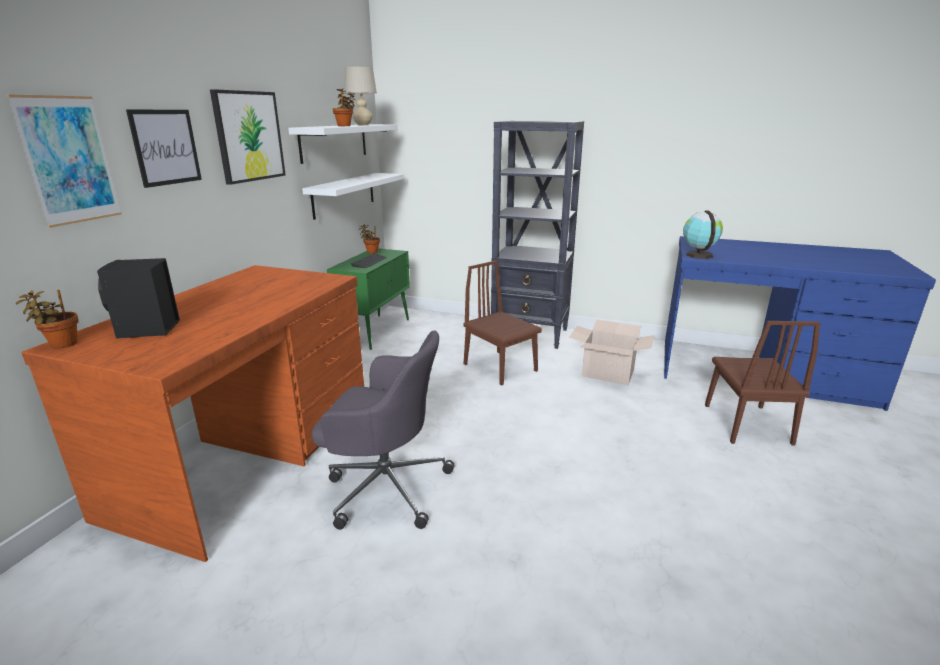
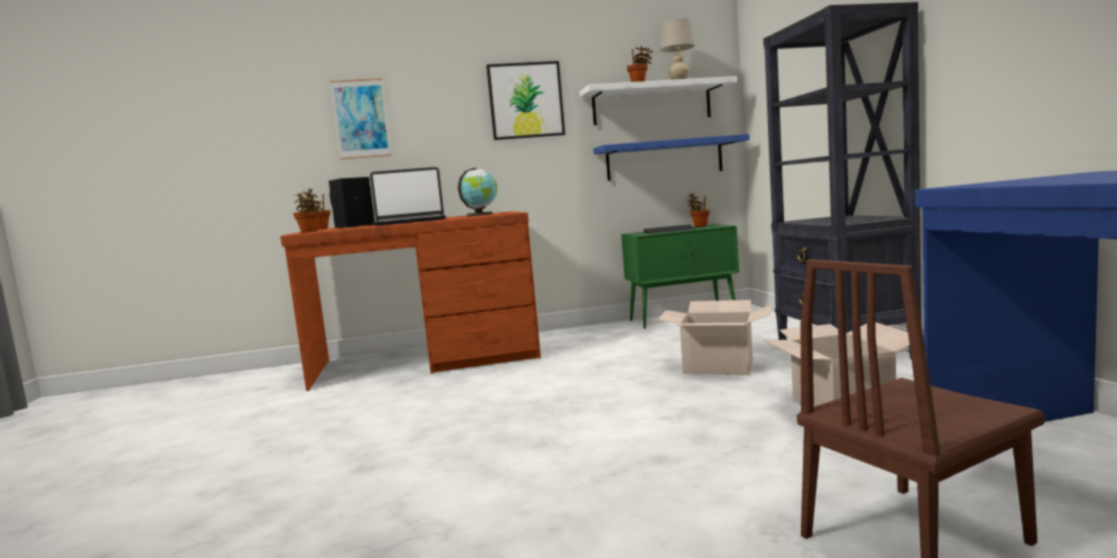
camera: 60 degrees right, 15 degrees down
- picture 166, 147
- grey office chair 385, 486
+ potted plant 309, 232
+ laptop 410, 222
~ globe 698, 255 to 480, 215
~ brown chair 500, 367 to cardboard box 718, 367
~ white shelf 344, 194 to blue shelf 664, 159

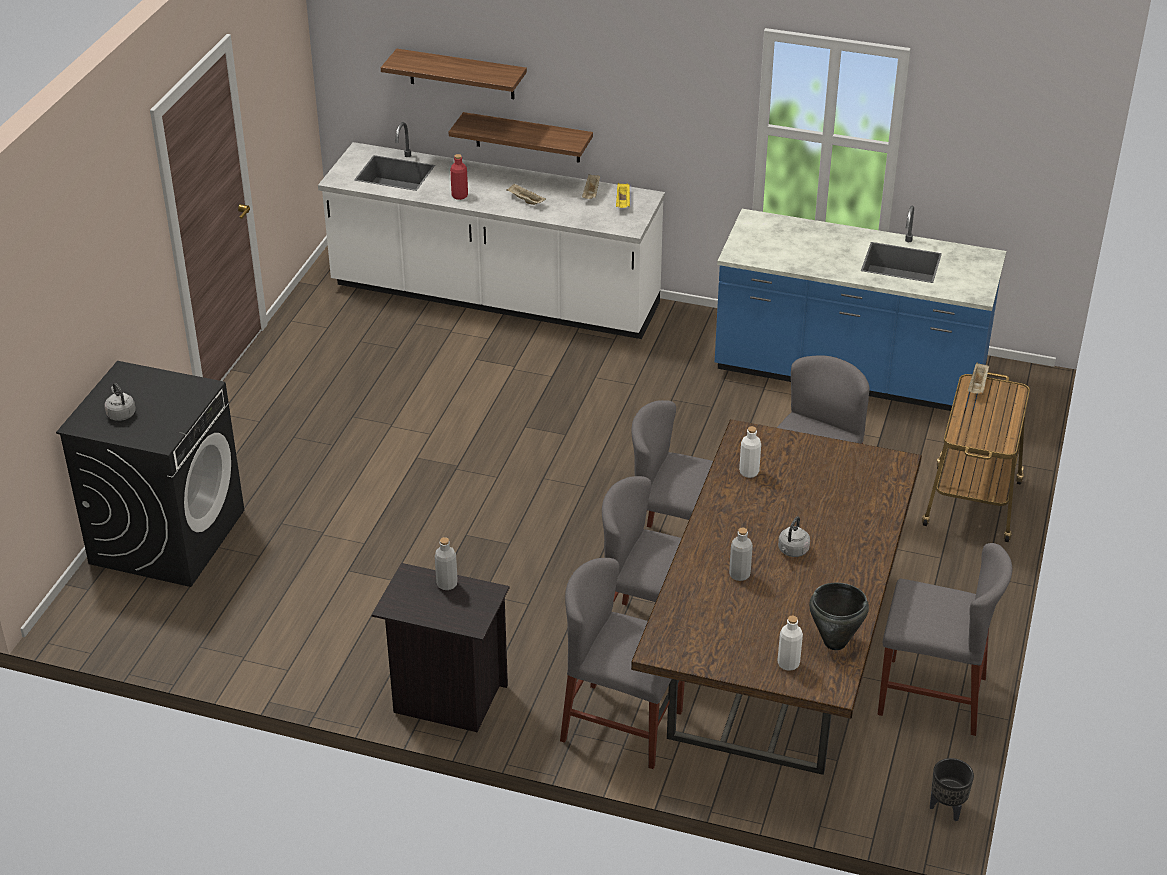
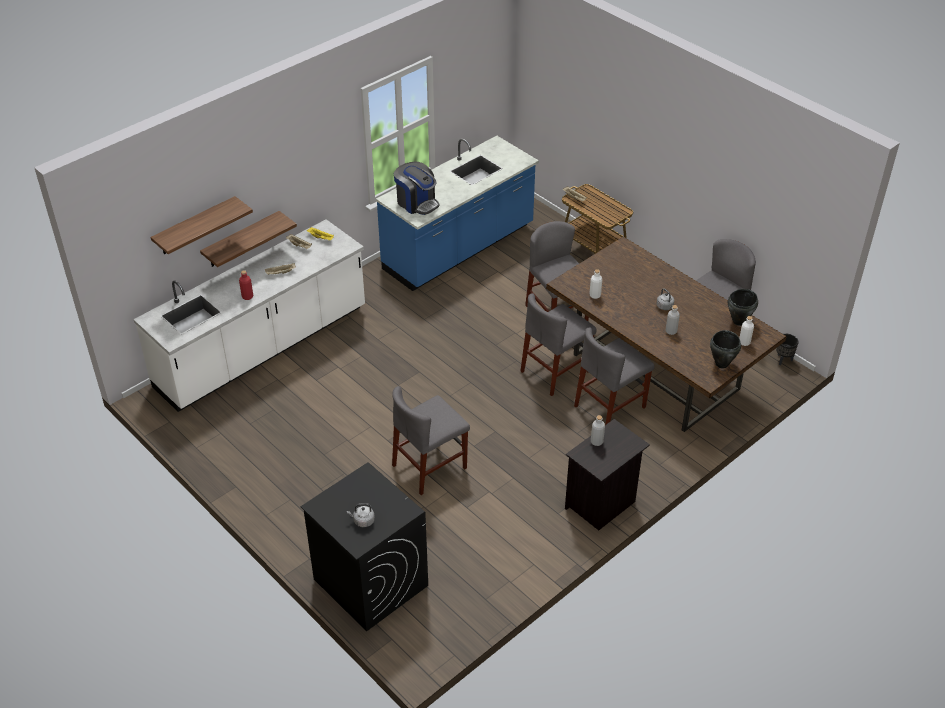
camera: 60 degrees left, 5 degrees up
+ coffee machine 417, 203
+ black cooking pot 721, 364
~ grey chair 622, 726 to 429, 466

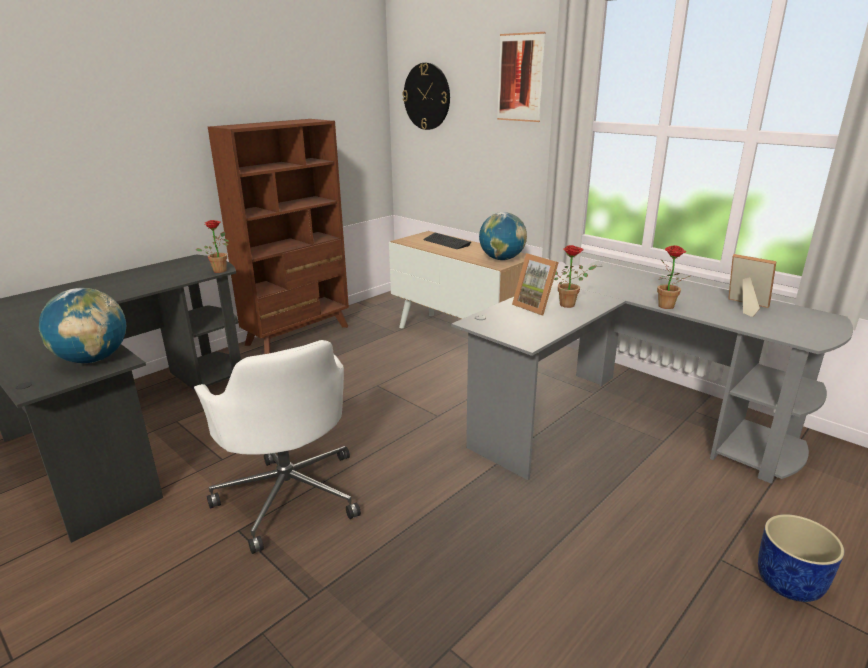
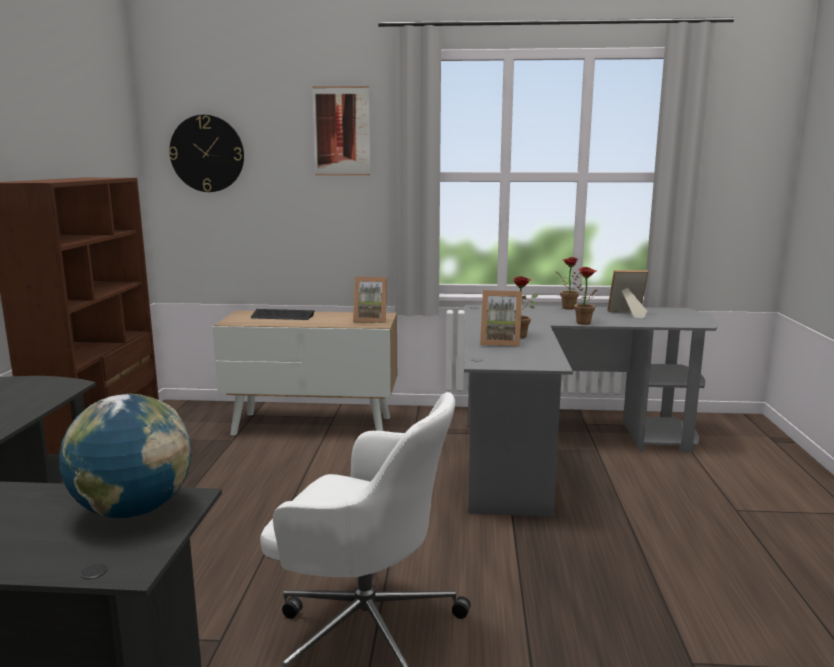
camera: 40 degrees left, 10 degrees down
- blue planter 788, 583
~ potted plant 220, 270 to 566, 307
~ globe 501, 259 to picture frame 371, 320

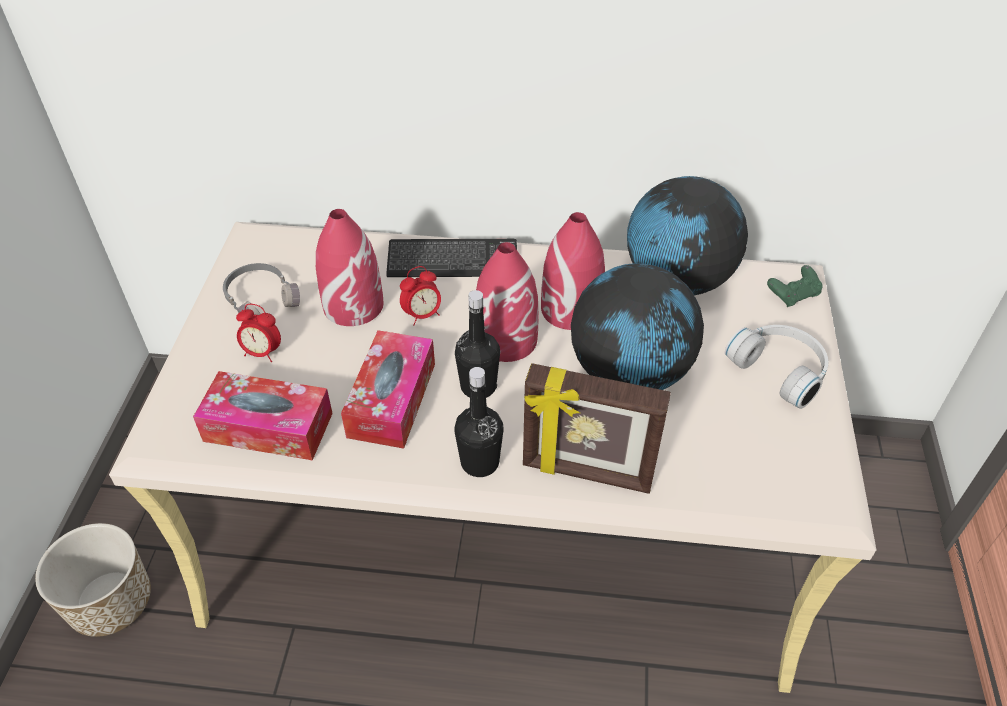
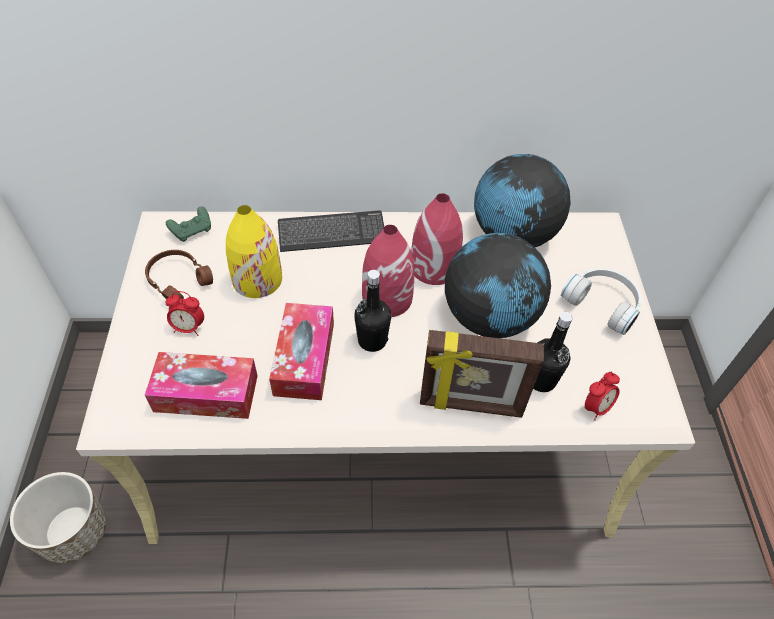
camera: 10 degrees left, 5 degrees up
~ alarm clock 422, 315 to 596, 407
~ black bottle 480, 462 to 541, 380
~ green game controller 793, 295 to 192, 231
~ grey headphones 261, 299 to brown headphones 178, 280
~ red vase 353, 305 to yellow vase 257, 279

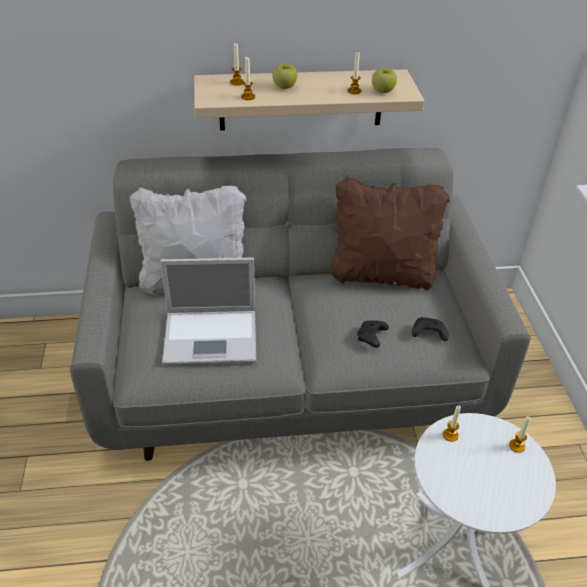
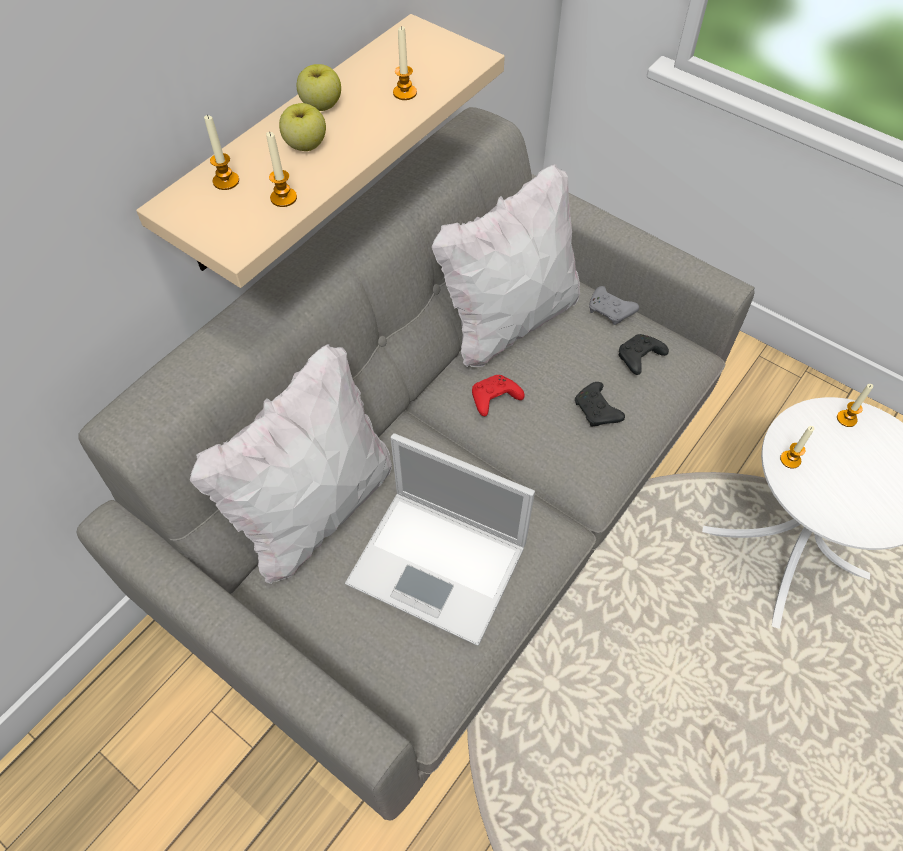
camera: 45 degrees left, 15 degrees up
+ red game controller 494, 400
+ grey game controller 610, 311
~ apple 382, 91 to 321, 105
~ brown pillow 381, 275 to white pillow 509, 322
~ laptop 212, 336 = 440, 565 75 degrees clockwise

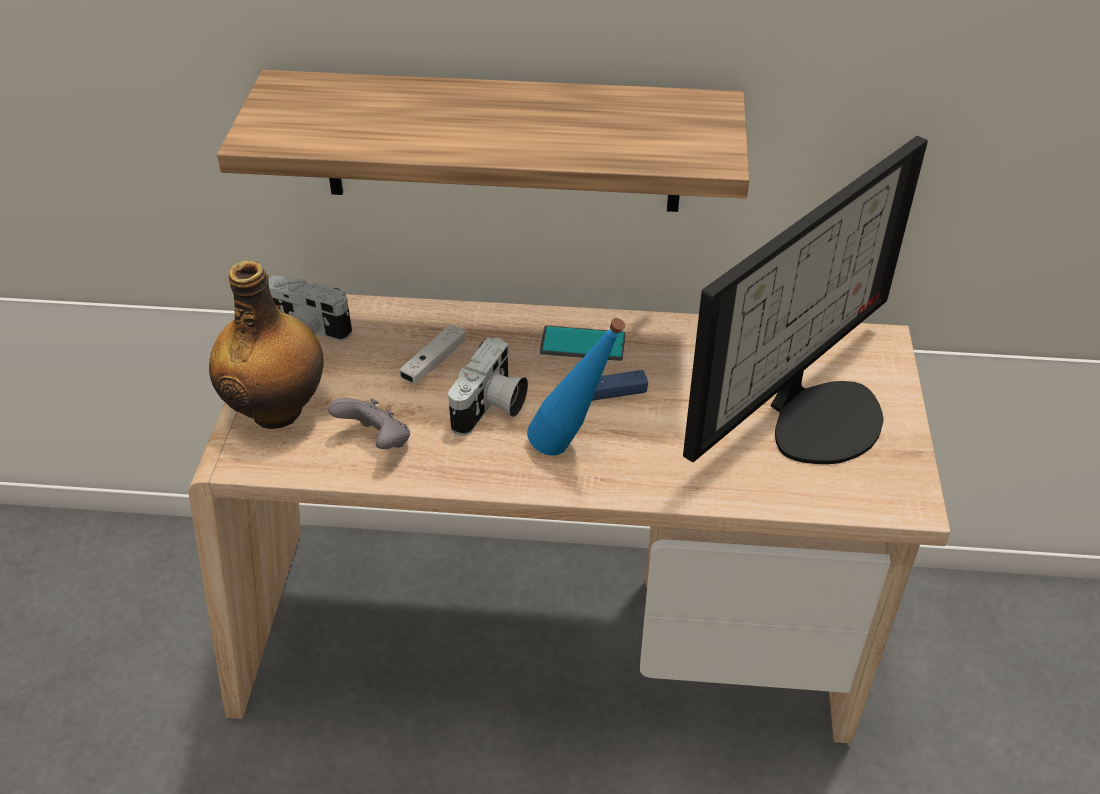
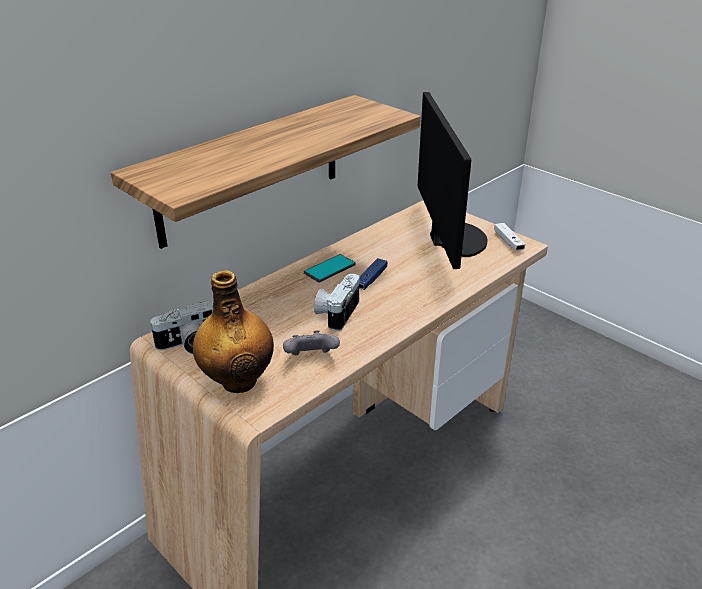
camera: 50 degrees left, 10 degrees down
- blue bottle 572, 449
~ white game controller 434, 362 to 508, 242
~ photo camera 491, 408 = 336, 313 135 degrees counterclockwise

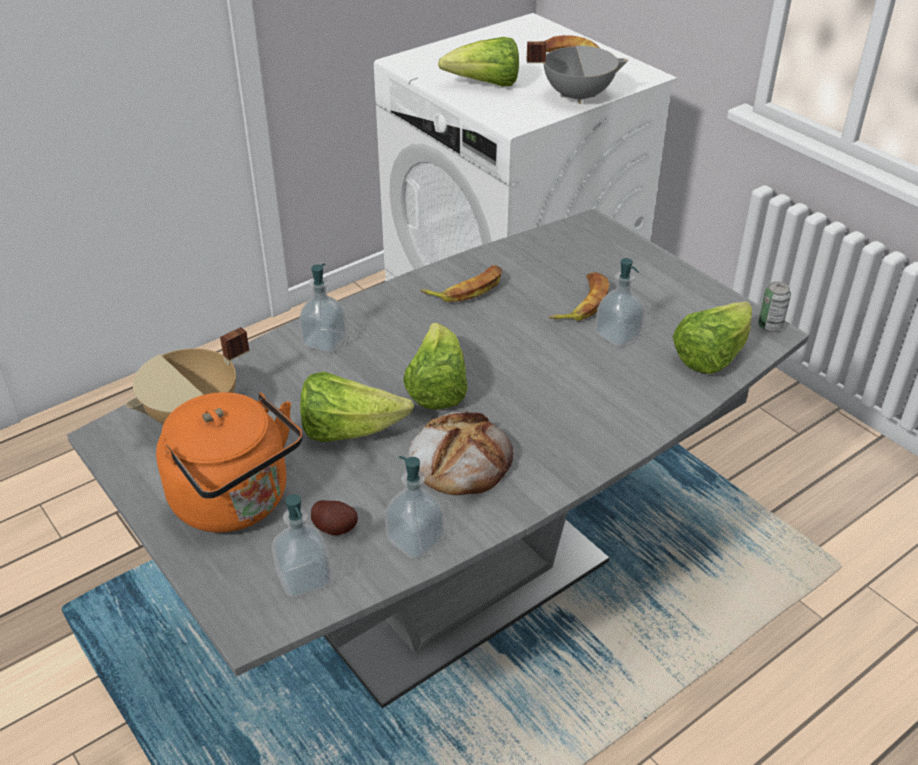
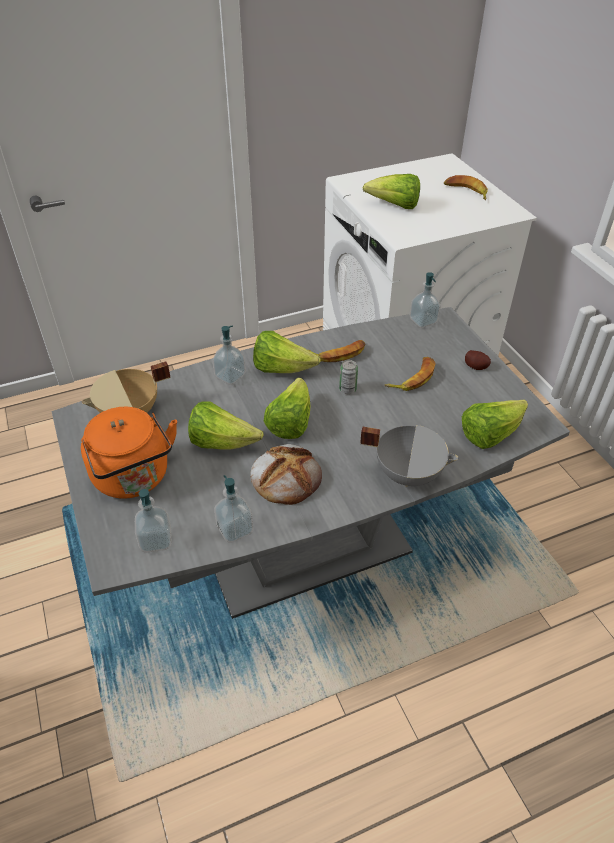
camera: 15 degrees right, 5 degrees up
+ lettuce 282, 369
~ potato 335, 527 to 476, 366
~ grey cooking pot 577, 96 to 408, 473
~ soap dispenser 617, 335 to 423, 321
~ can 770, 326 to 347, 389

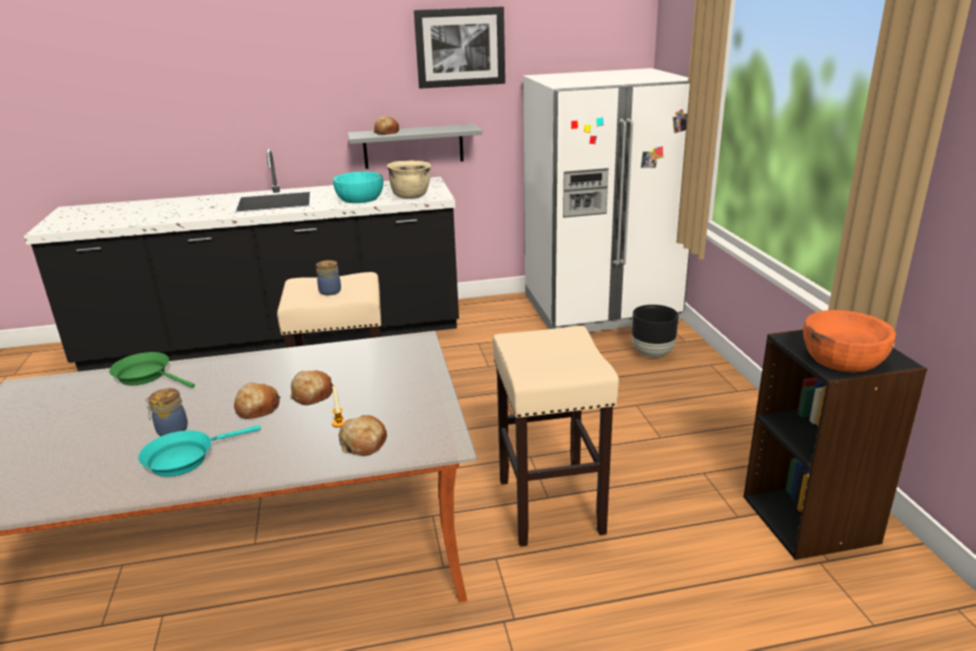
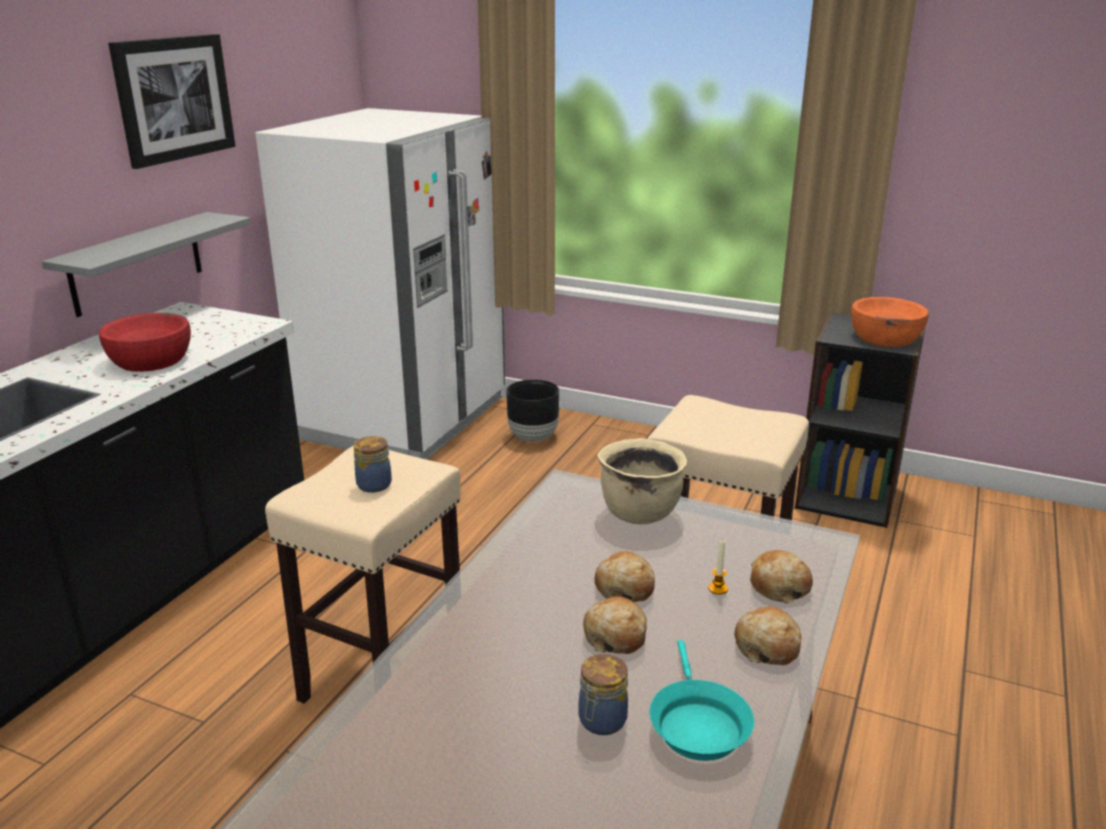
camera: 55 degrees left, 0 degrees up
- green frying pan 146, 376
~ bread 386, 132 to 767, 646
~ beige cooking pot 411, 196 to 639, 512
~ turquoise bowl 360, 198 to red bowl 150, 360

